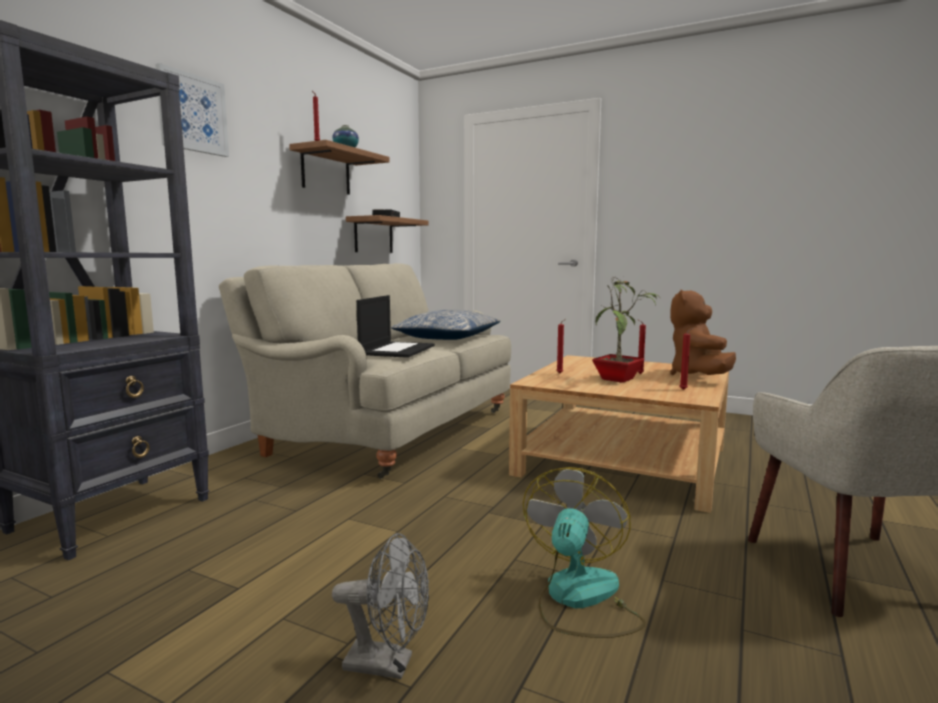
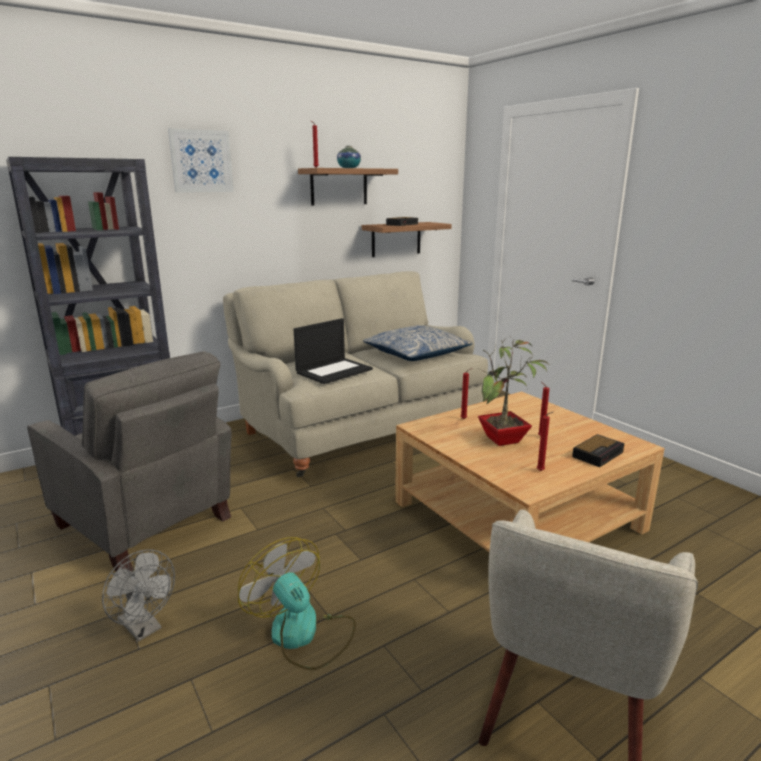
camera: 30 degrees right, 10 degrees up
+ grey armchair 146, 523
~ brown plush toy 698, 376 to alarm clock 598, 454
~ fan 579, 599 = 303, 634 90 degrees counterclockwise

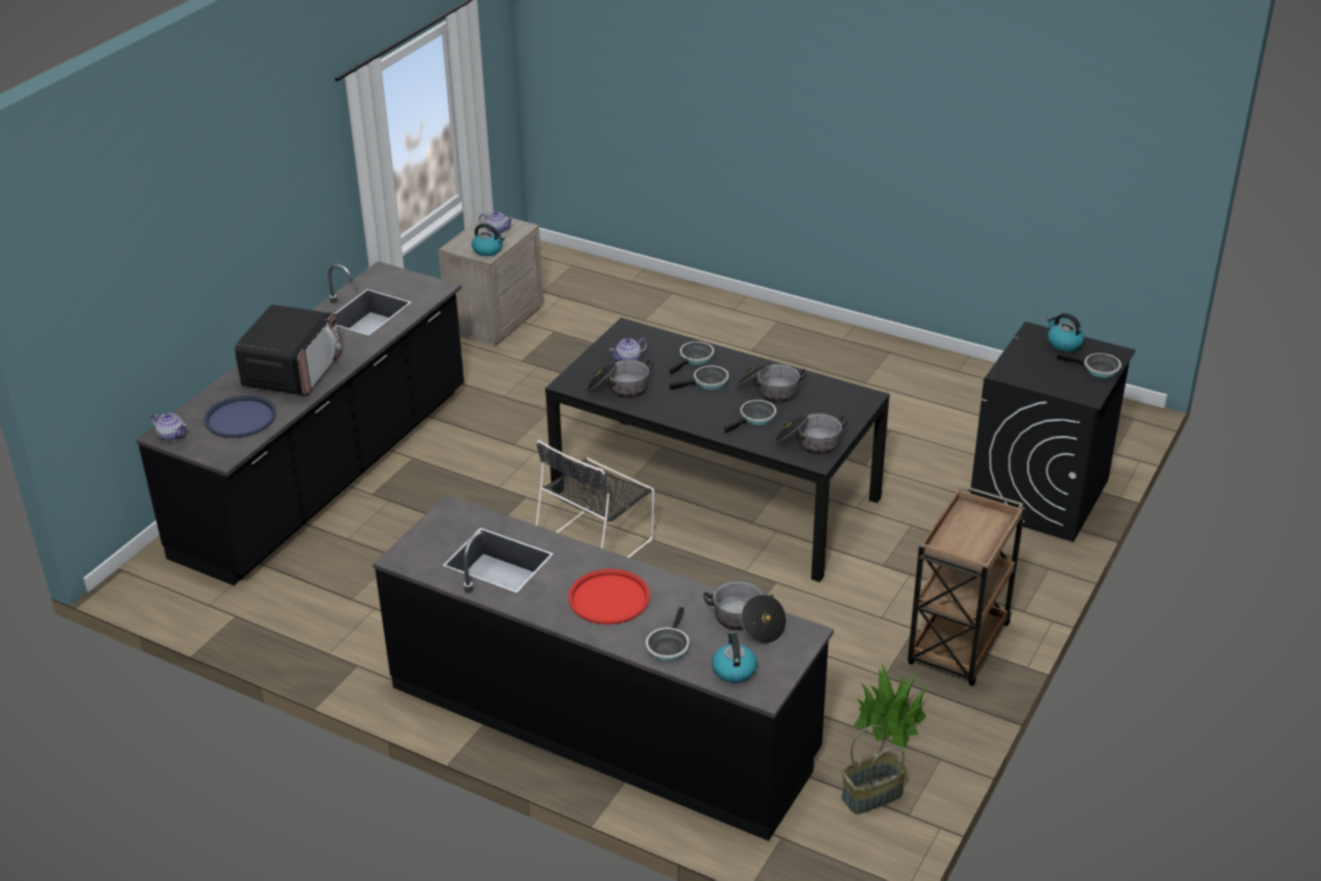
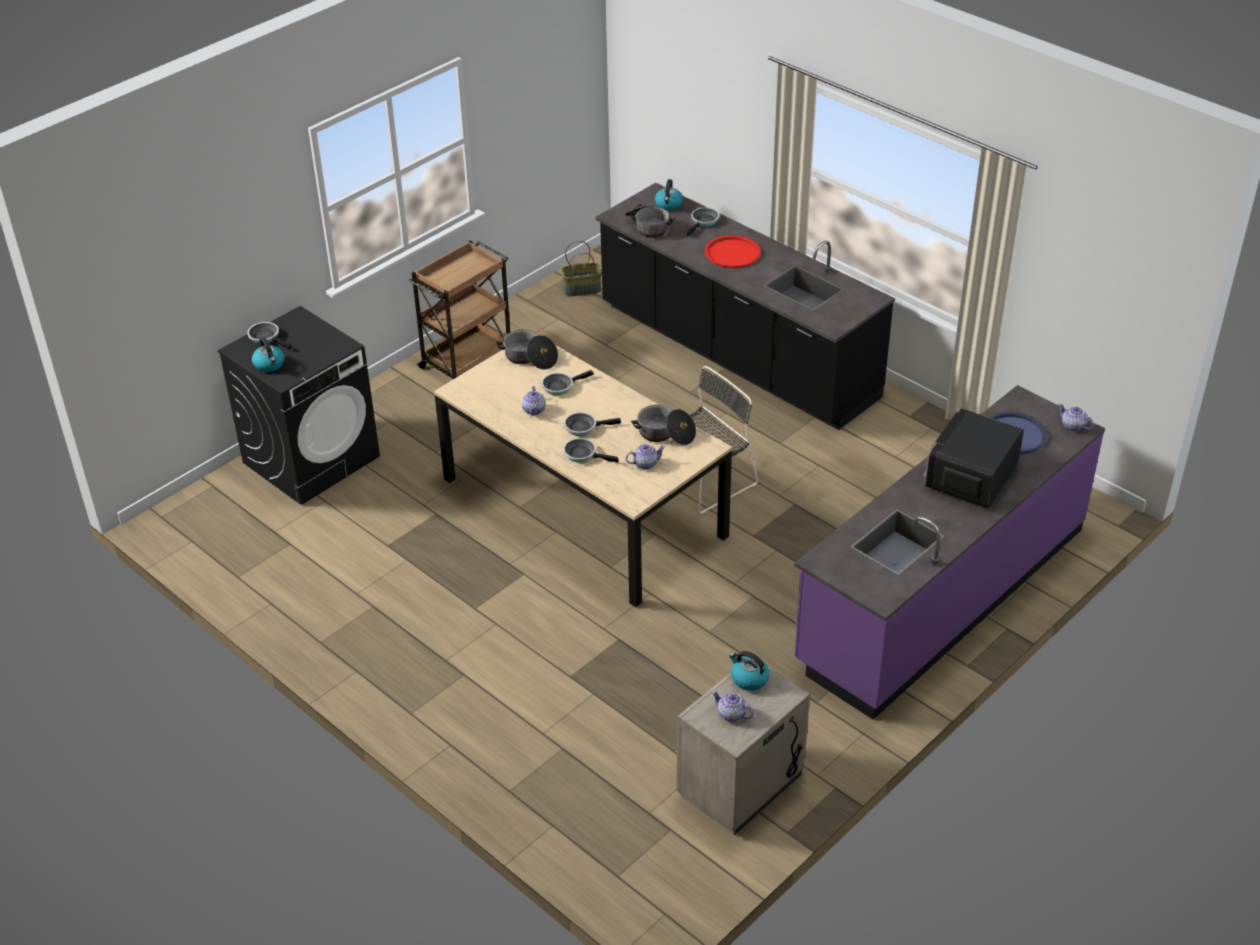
camera: 165 degrees left, 5 degrees up
- potted plant 889, 721
~ cooking pot 769, 391 to teapot 534, 410
~ black counter 327, 473 to purple counter 941, 595
~ black dining table 717, 495 to beige dining table 582, 507
~ frying pan 695, 358 = 583, 454 60 degrees clockwise

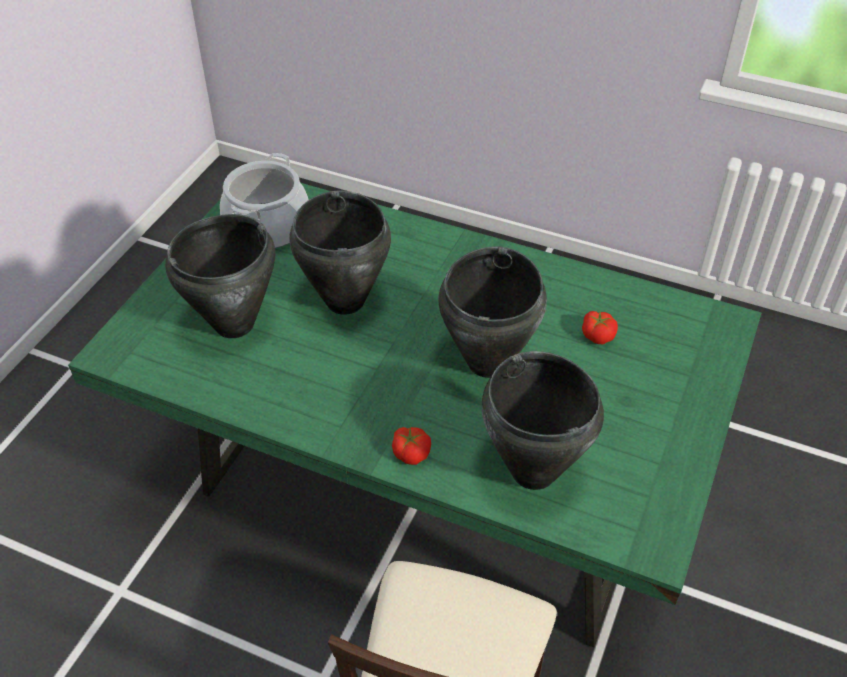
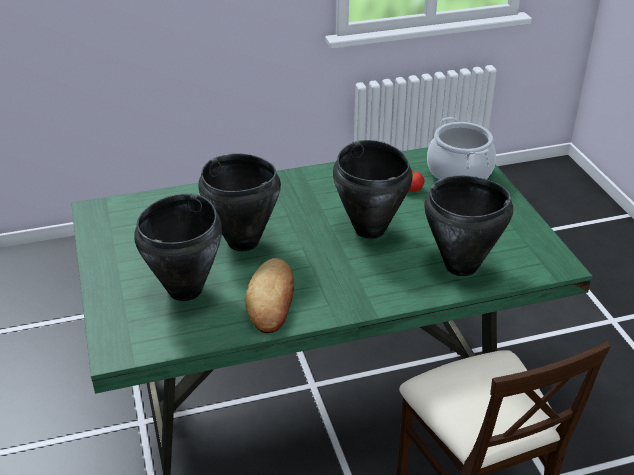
camera: 40 degrees left, 10 degrees down
- tomato 411, 452
+ bread 271, 300
~ cooking pot 268, 227 to 459, 172

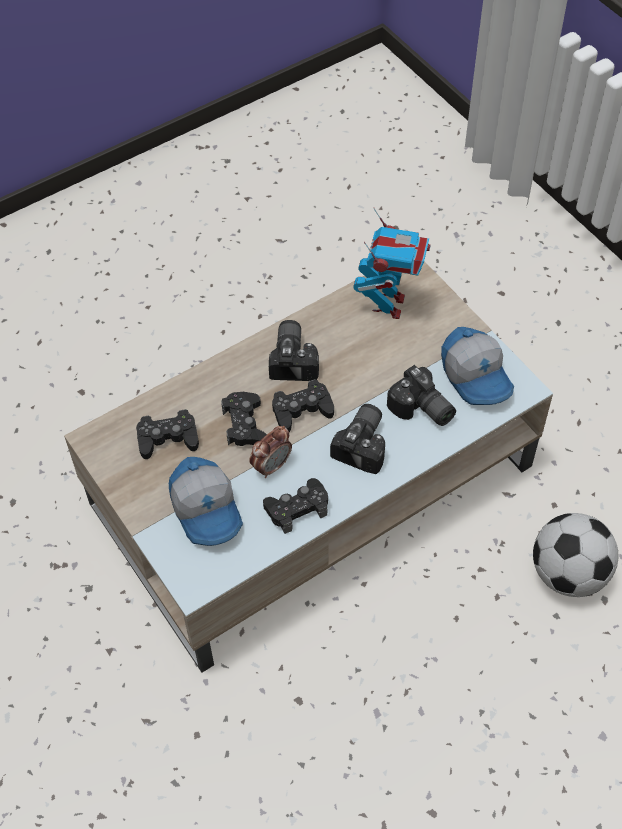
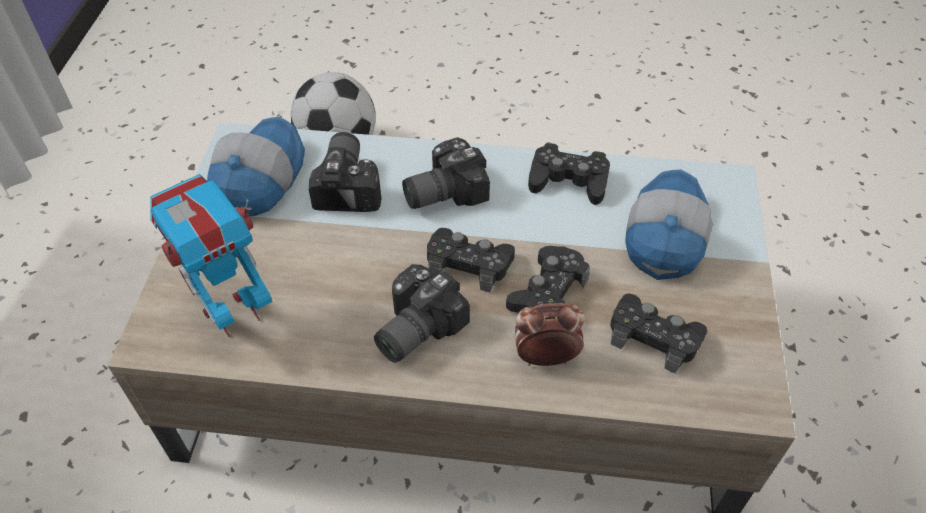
camera: 140 degrees left, 5 degrees down
~ alarm clock 272, 466 to 545, 357

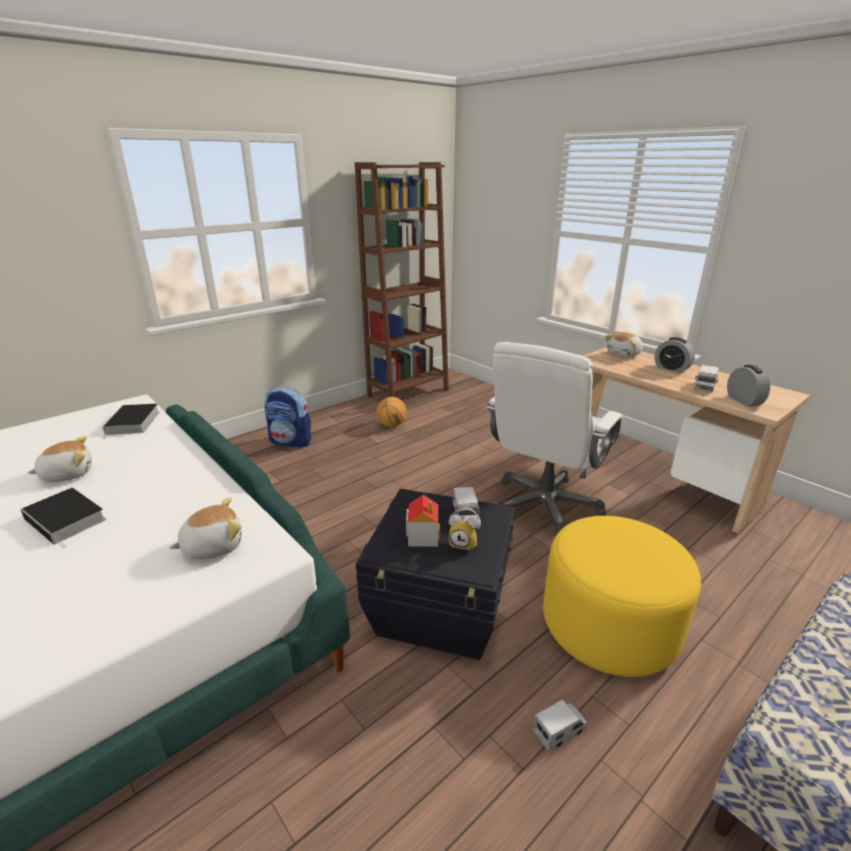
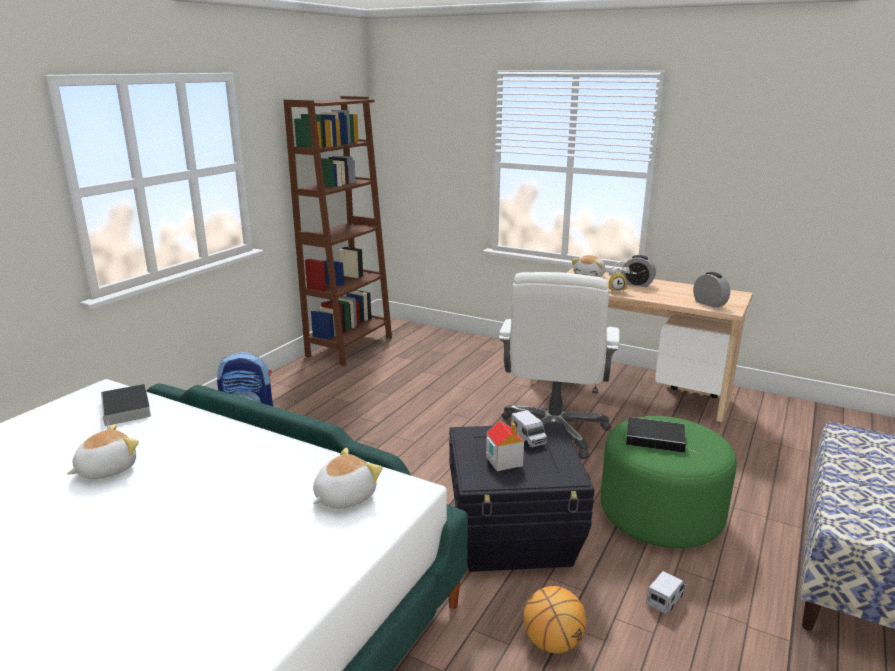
camera: 20 degrees left, 5 degrees down
- toy truck 704, 387
~ book 67, 520 to 657, 438
~ basketball 391, 425 to 552, 643
~ alarm clock 464, 543 to 616, 290
~ yellow ottoman 609, 625 to green ottoman 661, 514

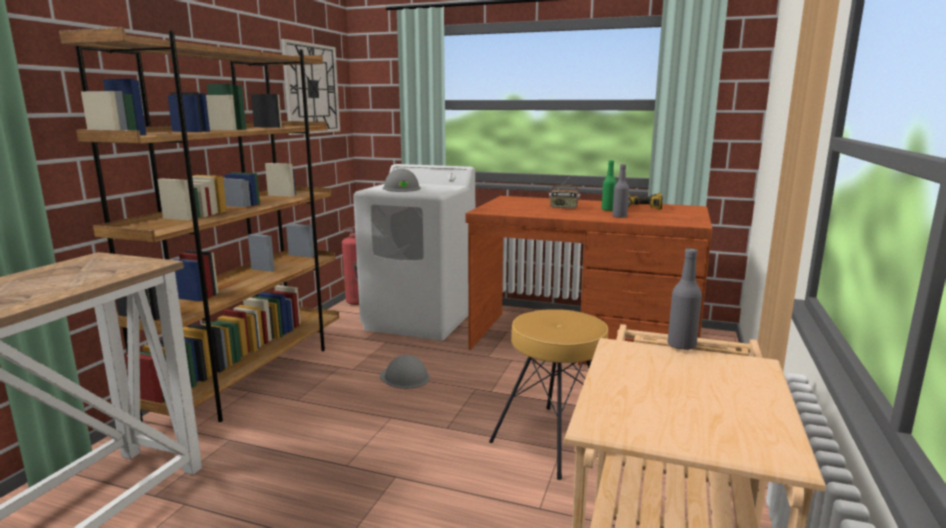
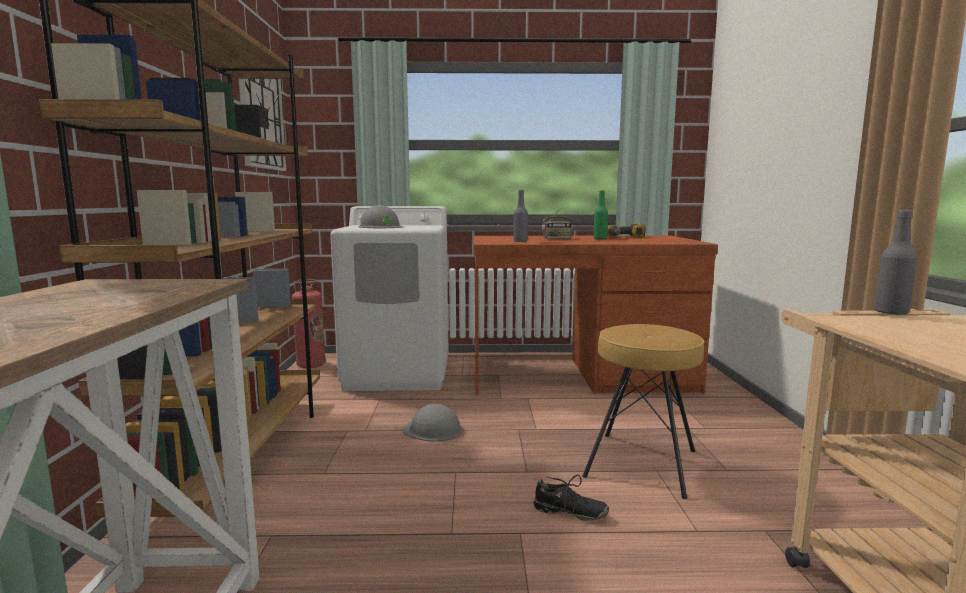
camera: 20 degrees left, 5 degrees down
+ black shoe 569, 512
~ grey bottle 619, 216 to 520, 241

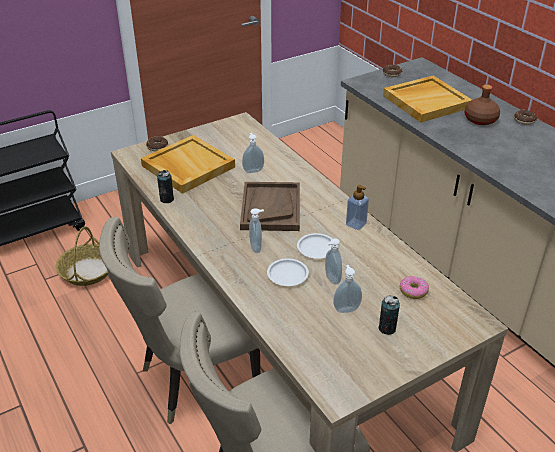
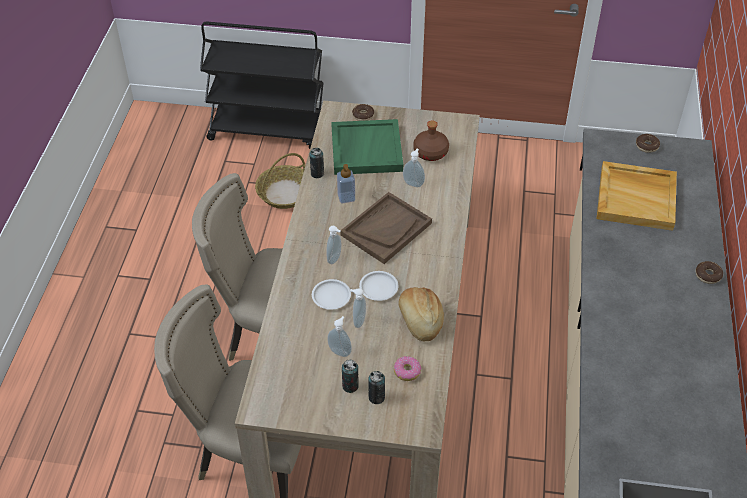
camera: 40 degrees right, 10 degrees up
+ can 376, 397
+ bread 419, 320
~ soap dispenser 356, 224 to 346, 197
~ brown bottle 481, 119 to 431, 152
~ beige tray 187, 166 to green tray 365, 149

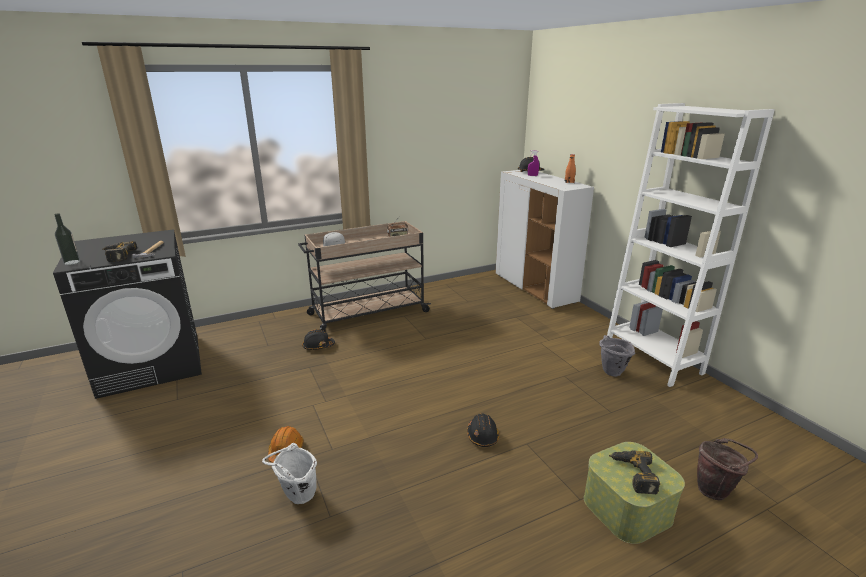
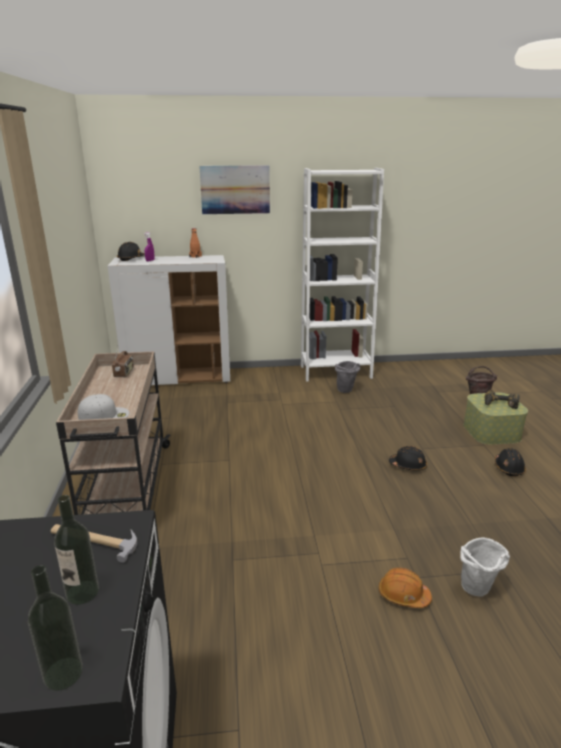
camera: 70 degrees left, 0 degrees up
+ picture 235, 190
~ black hard hat 318, 346 to 508, 468
~ power drill 116, 256 to bottle 82, 592

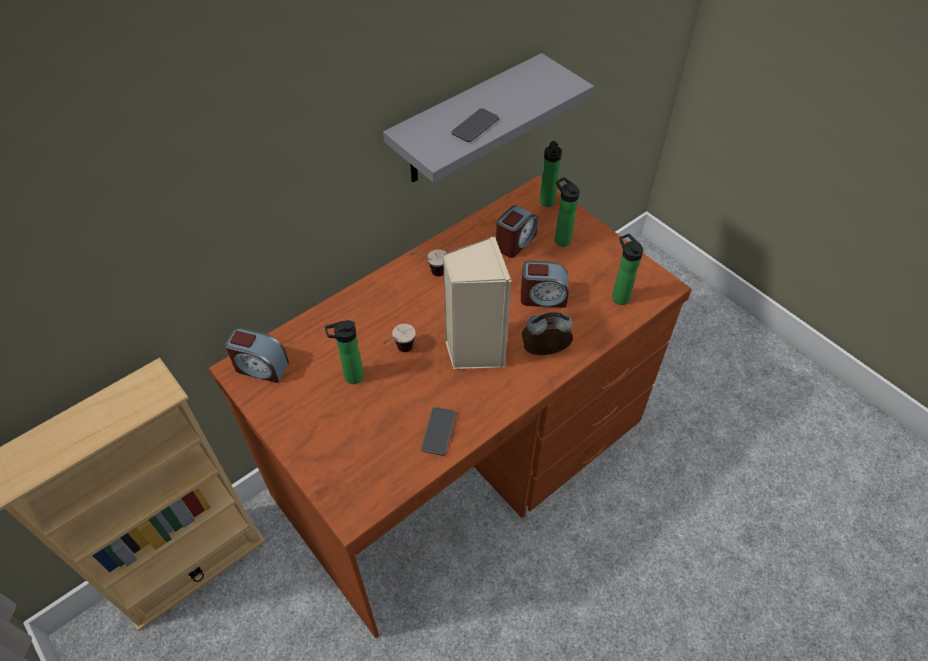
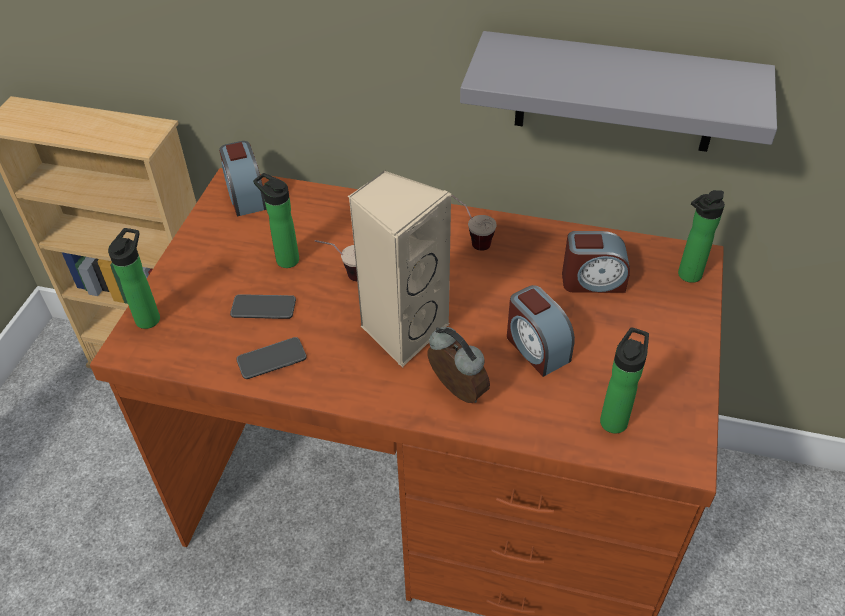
camera: 55 degrees right, 5 degrees down
~ phone 475, 126 to 263, 308
~ bottle 561, 239 to 150, 317

